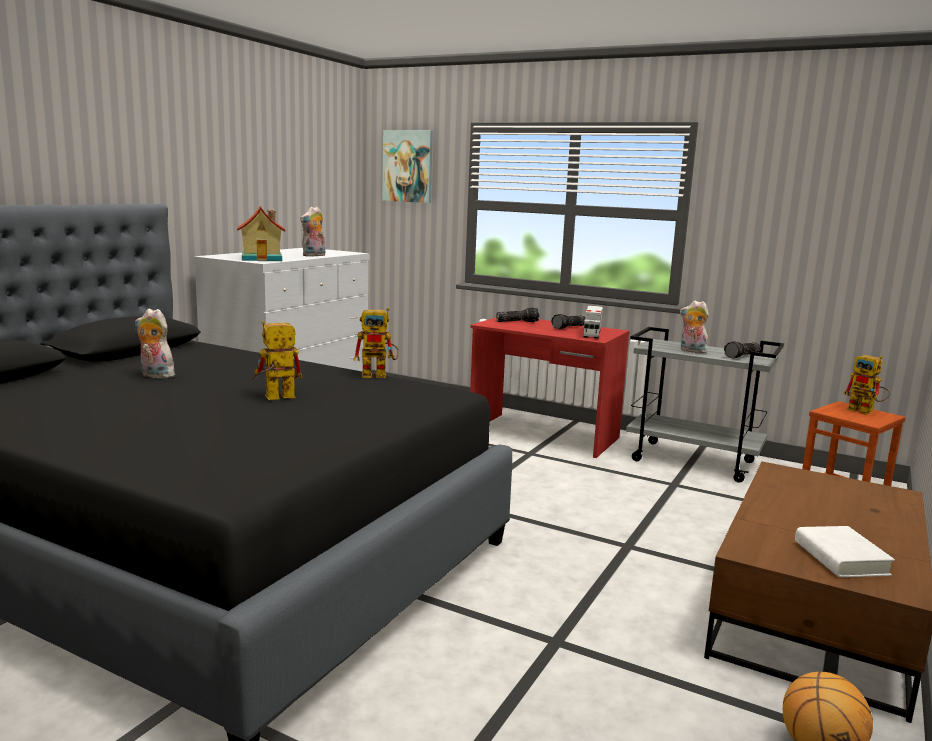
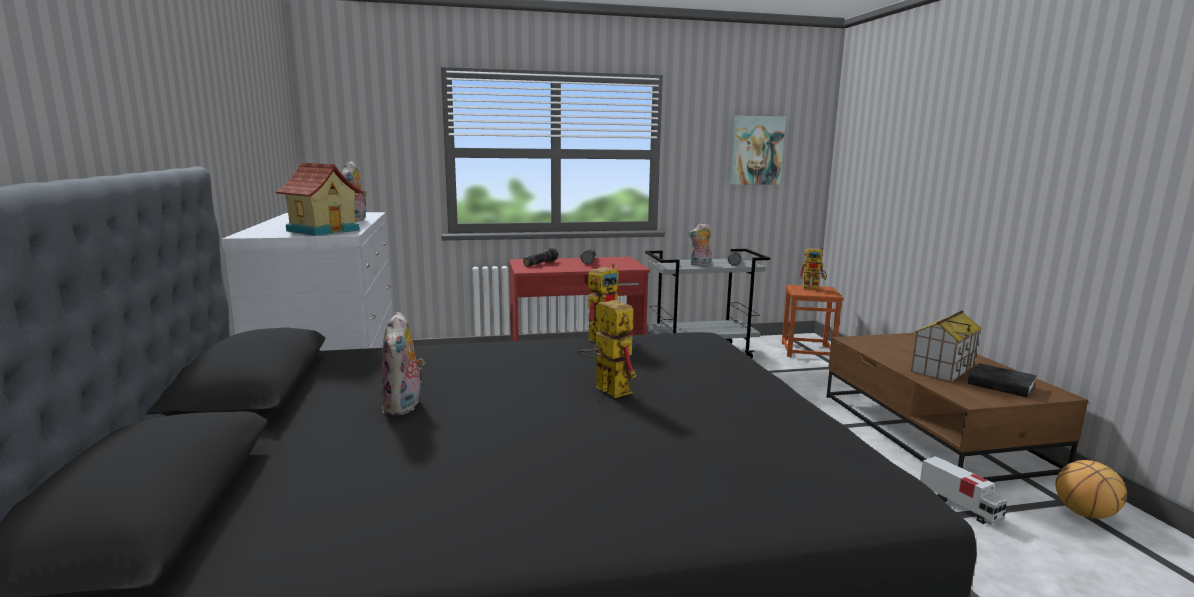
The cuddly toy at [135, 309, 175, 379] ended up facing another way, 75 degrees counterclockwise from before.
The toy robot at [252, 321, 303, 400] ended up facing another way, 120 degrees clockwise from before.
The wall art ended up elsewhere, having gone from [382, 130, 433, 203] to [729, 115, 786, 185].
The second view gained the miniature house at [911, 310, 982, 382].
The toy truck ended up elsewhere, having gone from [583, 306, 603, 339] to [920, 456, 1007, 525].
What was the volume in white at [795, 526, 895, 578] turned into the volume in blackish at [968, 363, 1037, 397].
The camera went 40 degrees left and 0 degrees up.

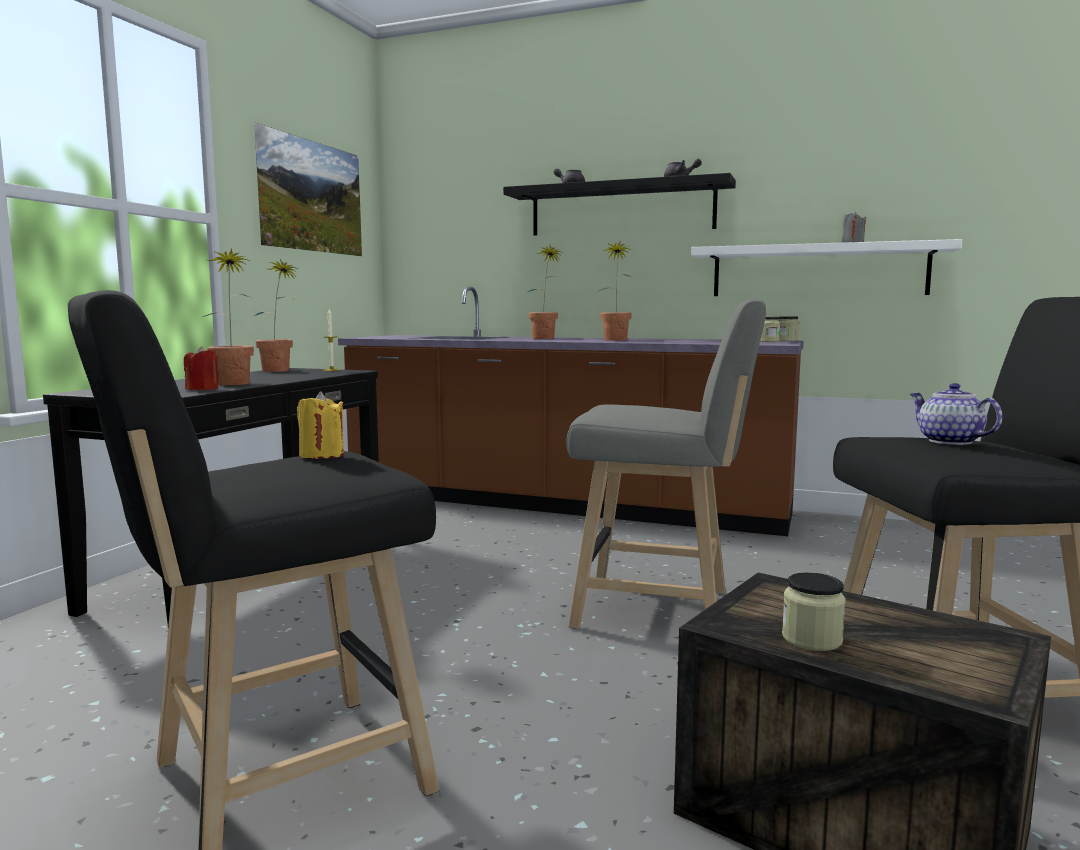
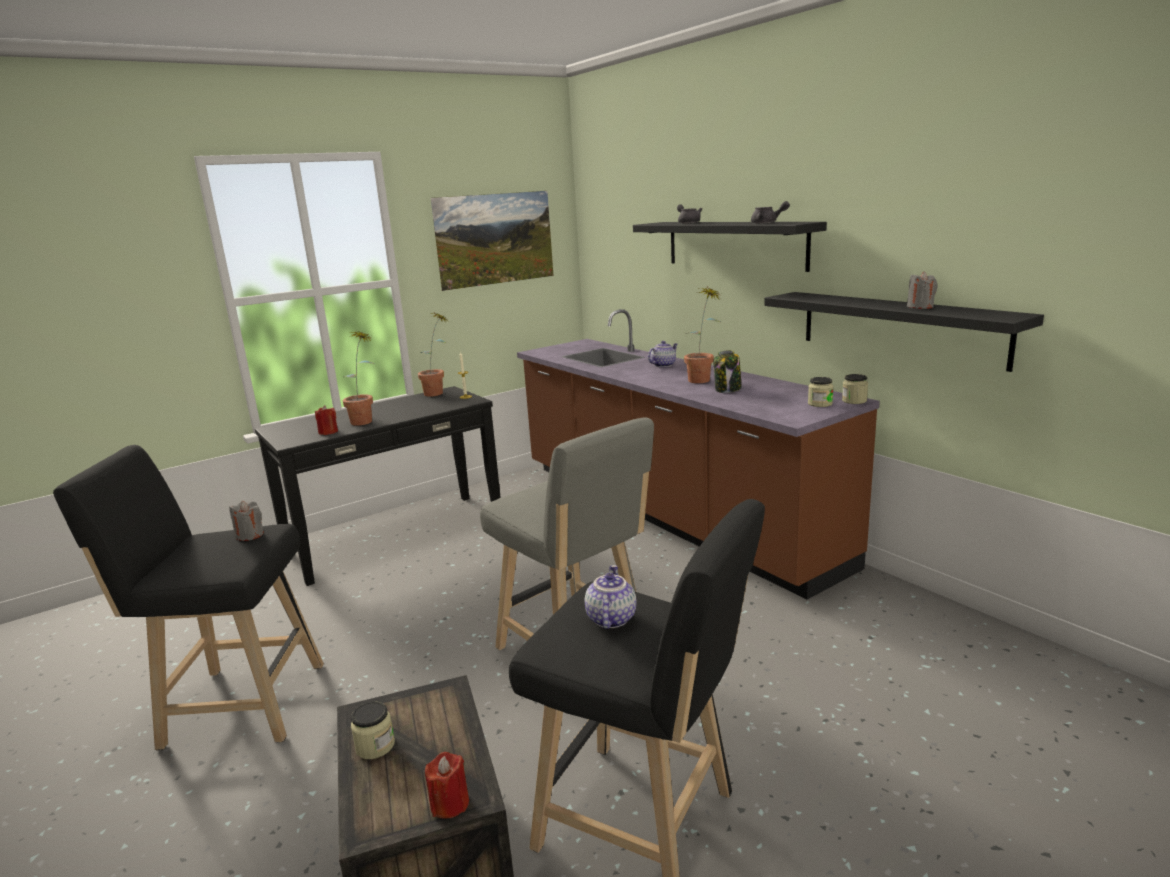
What was the candle in yellow at [297, 391, 344, 459] turned into the candle in gray at [229, 501, 264, 541].
The second view gained the candle in reddish at [425, 752, 469, 819].
Where the houseplant stood at [528, 246, 561, 339], the teapot came to stand at [648, 341, 677, 367].
The second view gained the storage jar at [713, 350, 741, 393].
What was the wall shelf in white at [691, 239, 962, 296] turned into the wall shelf in blackish at [764, 292, 1044, 372].
The camera went 35 degrees right and 10 degrees up.

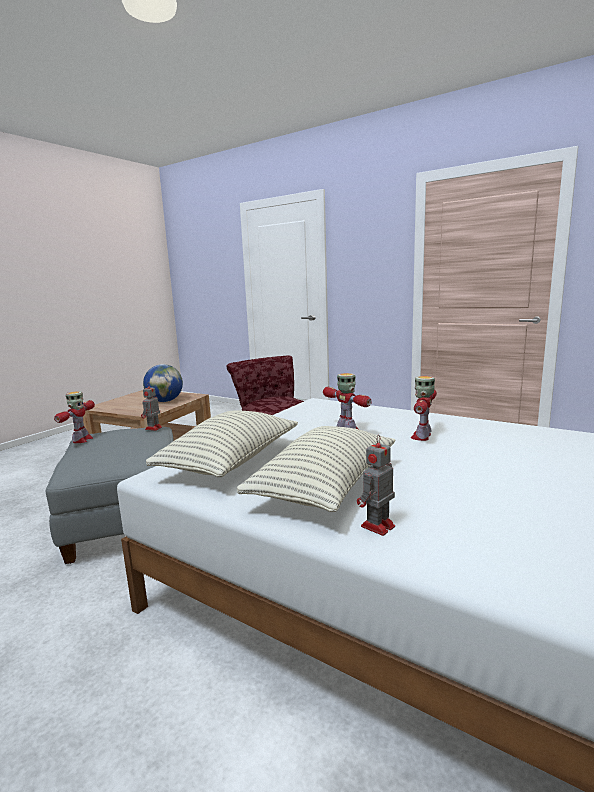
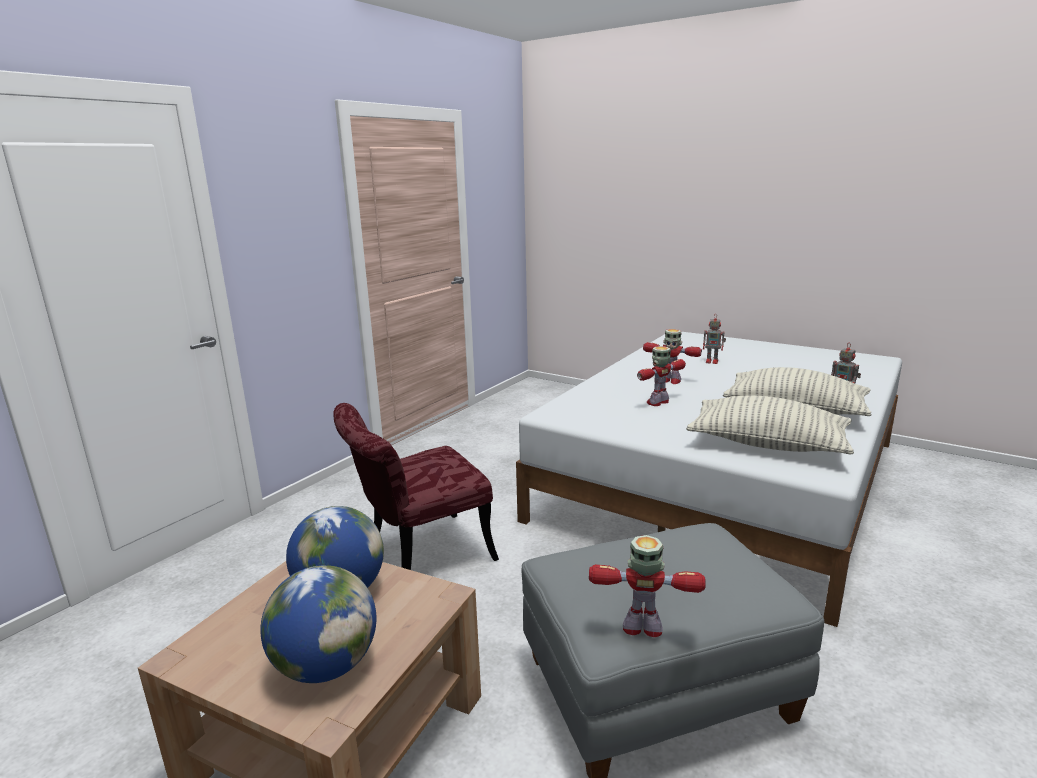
The second view gained the globe at [260, 565, 376, 683].
The toy robot ended up elsewhere, having gone from [141, 383, 162, 431] to [703, 314, 726, 364].
The camera went 90 degrees left and 5 degrees up.

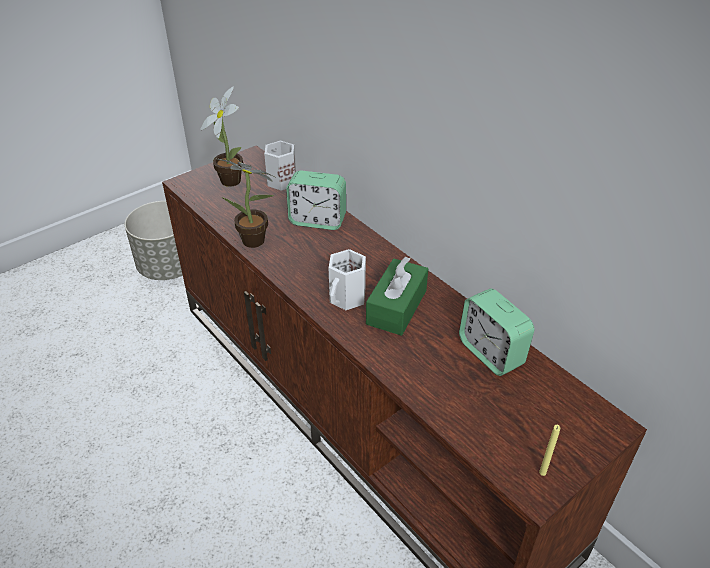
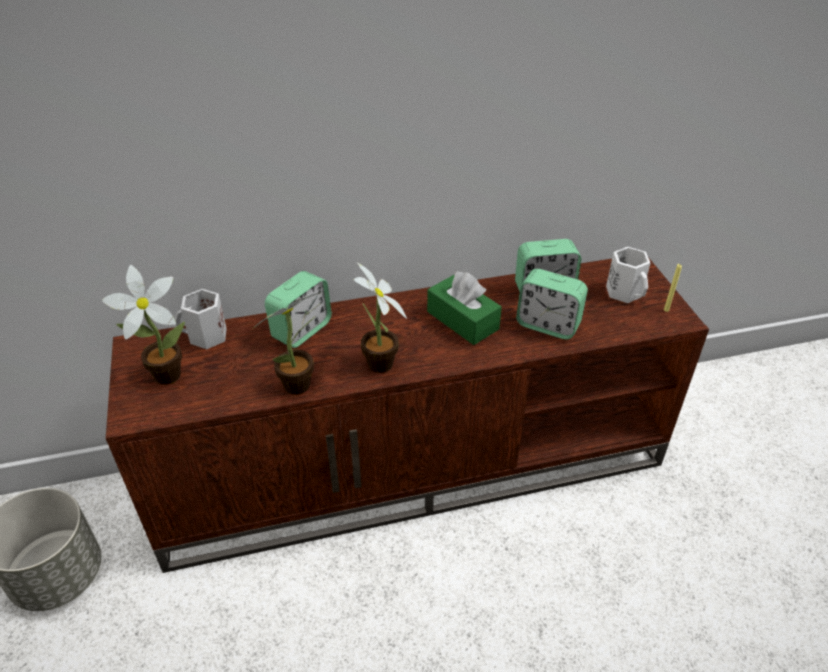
The second view gained the houseplant at [354, 262, 407, 373].
The second view gained the table clock at [516, 269, 588, 340].
The coffee mug in white ended up elsewhere, having gone from [329, 249, 366, 310] to [606, 247, 650, 303].
The camera went 65 degrees left and 0 degrees up.

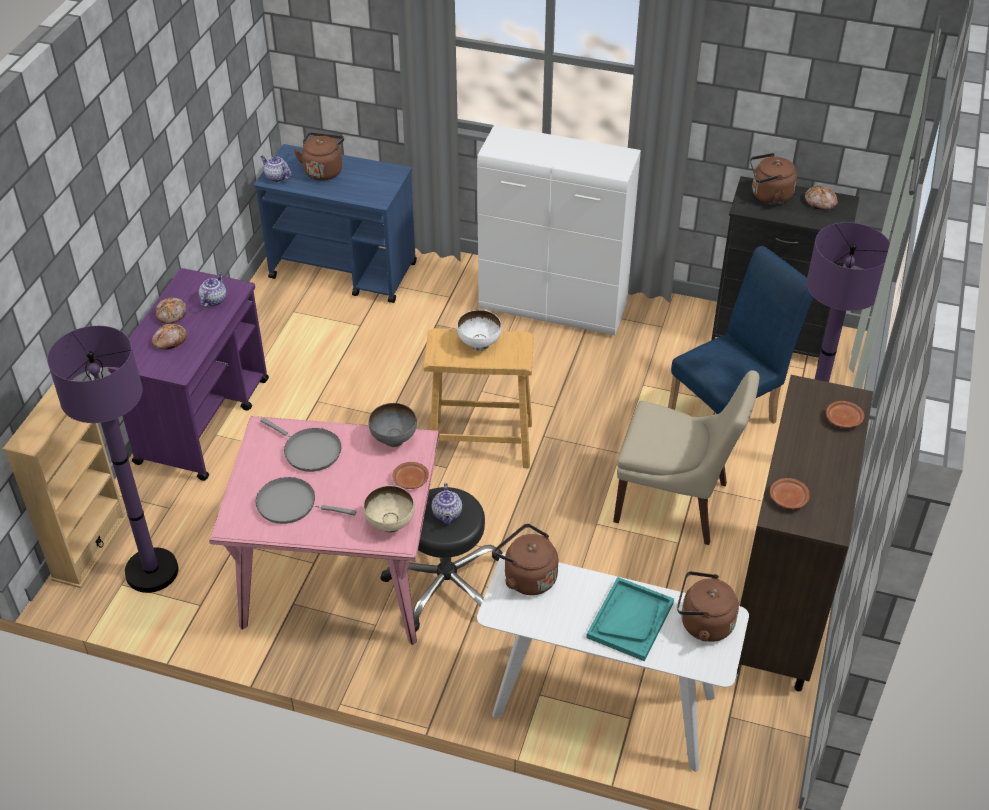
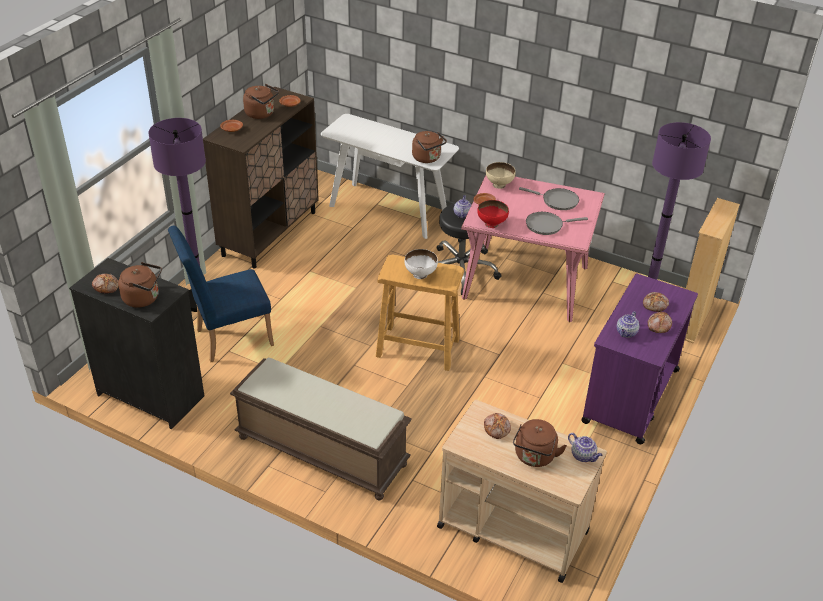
Where the cabinet in white stood at [477, 125, 641, 335], the bench in brownish came to stand at [230, 358, 412, 500].
The tea kettle in brownish ended up elsewhere, having gone from [677, 571, 739, 642] to [243, 84, 279, 119].
What was the wheeled cart in blue at [254, 144, 417, 303] turned into the wheeled cart in sand-coloured at [437, 400, 607, 583].
What was the bowl in gray at [369, 403, 417, 447] turned into the bowl in reddish at [477, 200, 509, 228].
The second view gained the baked bread at [484, 413, 511, 439].
The frying pan in gray at [260, 417, 341, 472] ended up facing another way, 60 degrees counterclockwise from before.
The second view lost the carrying tray in turquoise at [586, 577, 674, 661].
The second view lost the plain chair in sand-coloured at [613, 370, 759, 545].
The camera went 170 degrees left and 5 degrees down.

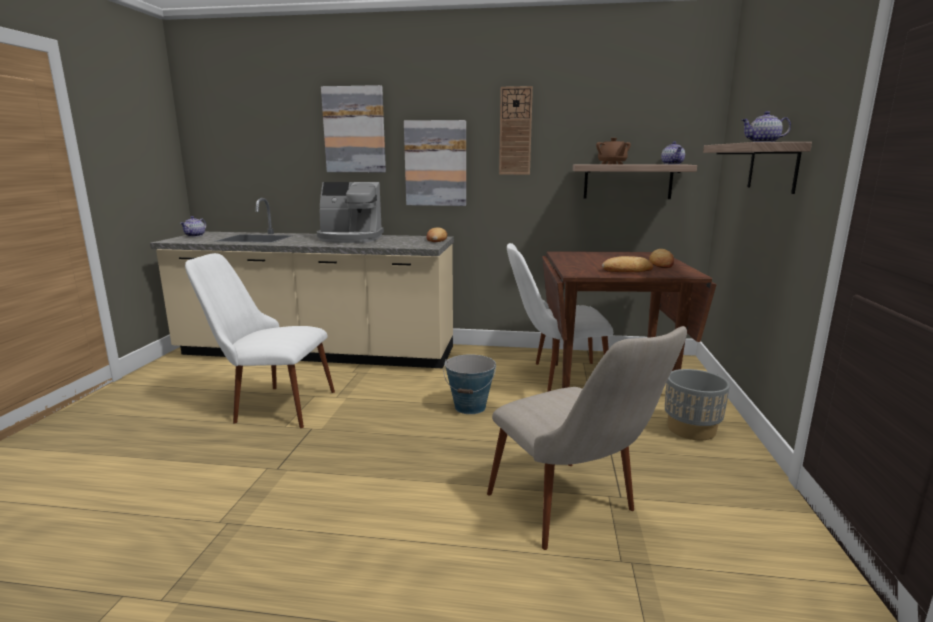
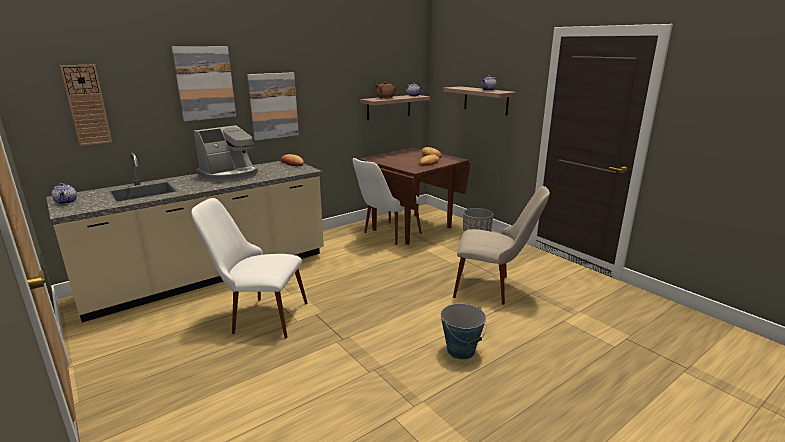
The clock on the wall ended up elsewhere, having gone from [499, 86, 533, 175] to [60, 64, 112, 146].
The plain chair in white at [185, 253, 335, 428] ended up facing another way, 45 degrees clockwise from before.
The water bucket ended up elsewhere, having gone from [444, 354, 496, 414] to [441, 304, 487, 360].
The camera went 45 degrees left and 5 degrees up.

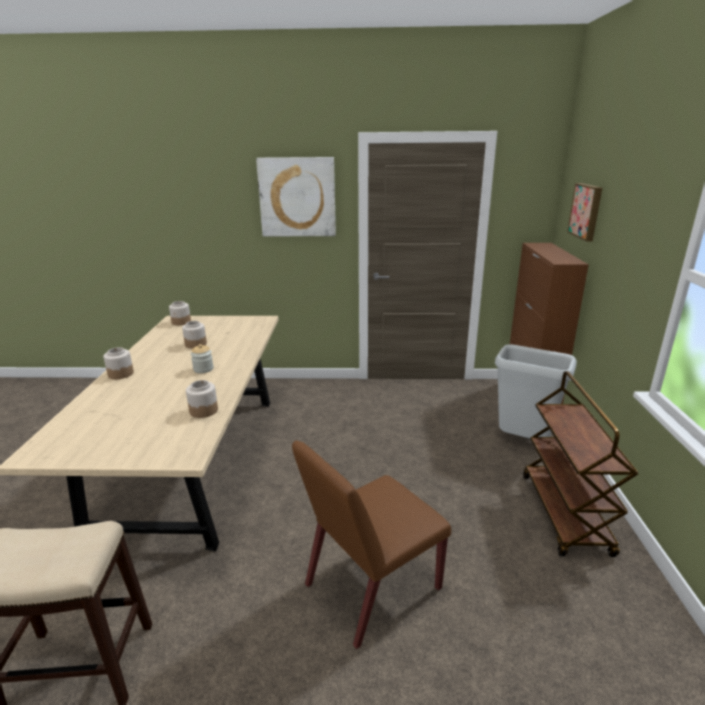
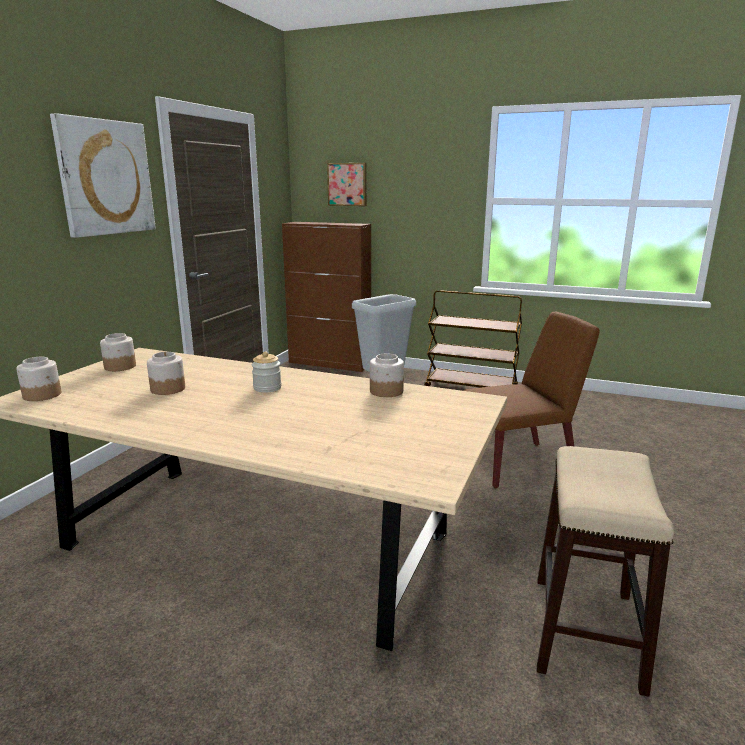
The storage jar ended up elsewhere, having gone from [103, 347, 134, 379] to [100, 333, 136, 371].
The plain chair in brownish at [292, 441, 451, 649] ended up facing another way, 90 degrees counterclockwise from before.
The camera went 70 degrees left and 5 degrees down.

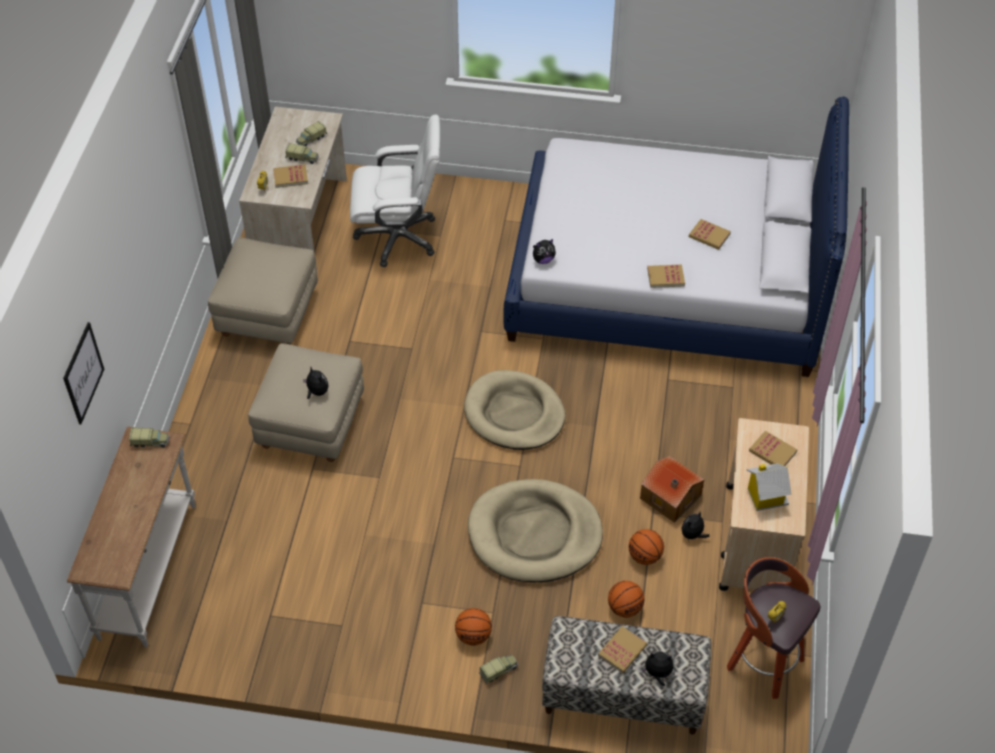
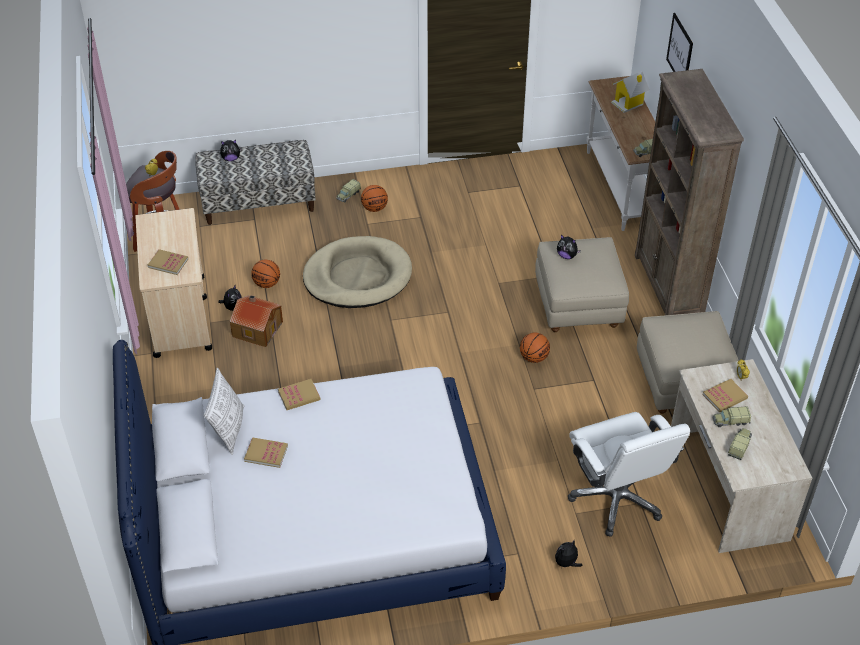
The second view gained the throw pillow at [204, 368, 244, 455].
The basketball ended up elsewhere, having gone from [608, 581, 644, 618] to [520, 333, 550, 363].
The cuddly toy ended up elsewhere, having gone from [533, 239, 556, 264] to [555, 540, 583, 567].
The computer chair in white at [350, 114, 440, 267] ended up facing another way, 90 degrees counterclockwise from before.
The miniature house ended up elsewhere, having gone from [747, 463, 792, 511] to [611, 71, 649, 113].
The second view gained the shelving unit in brownish at [635, 69, 744, 315].
The second view lost the pet bed in sand-coloured at [464, 370, 565, 450].
The second view lost the volume at [598, 626, 647, 673].
The camera went 160 degrees right and 5 degrees down.

